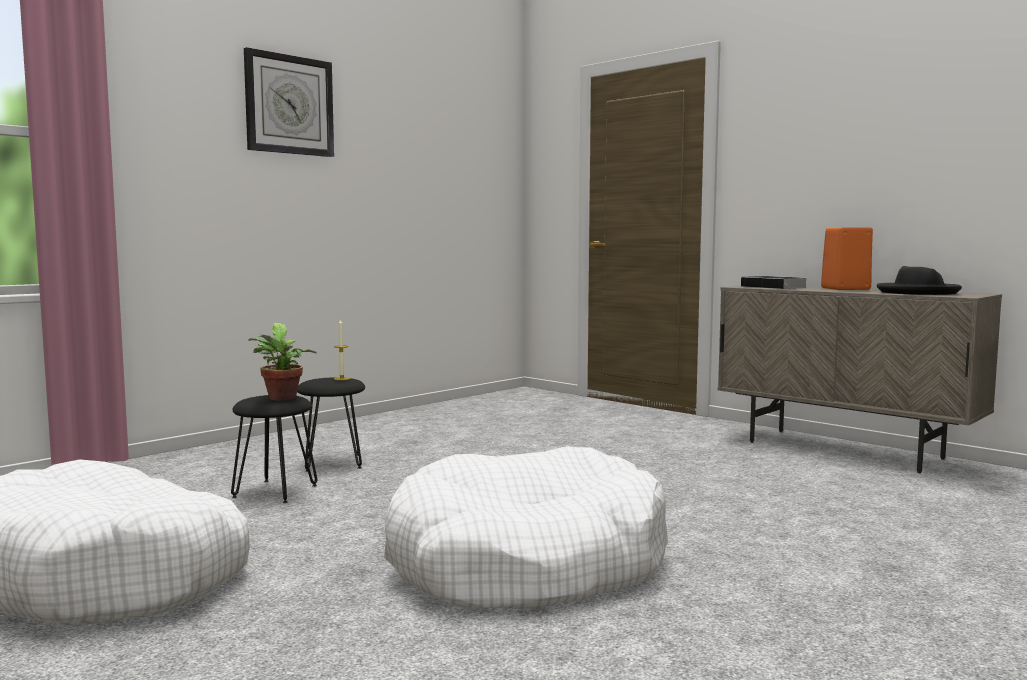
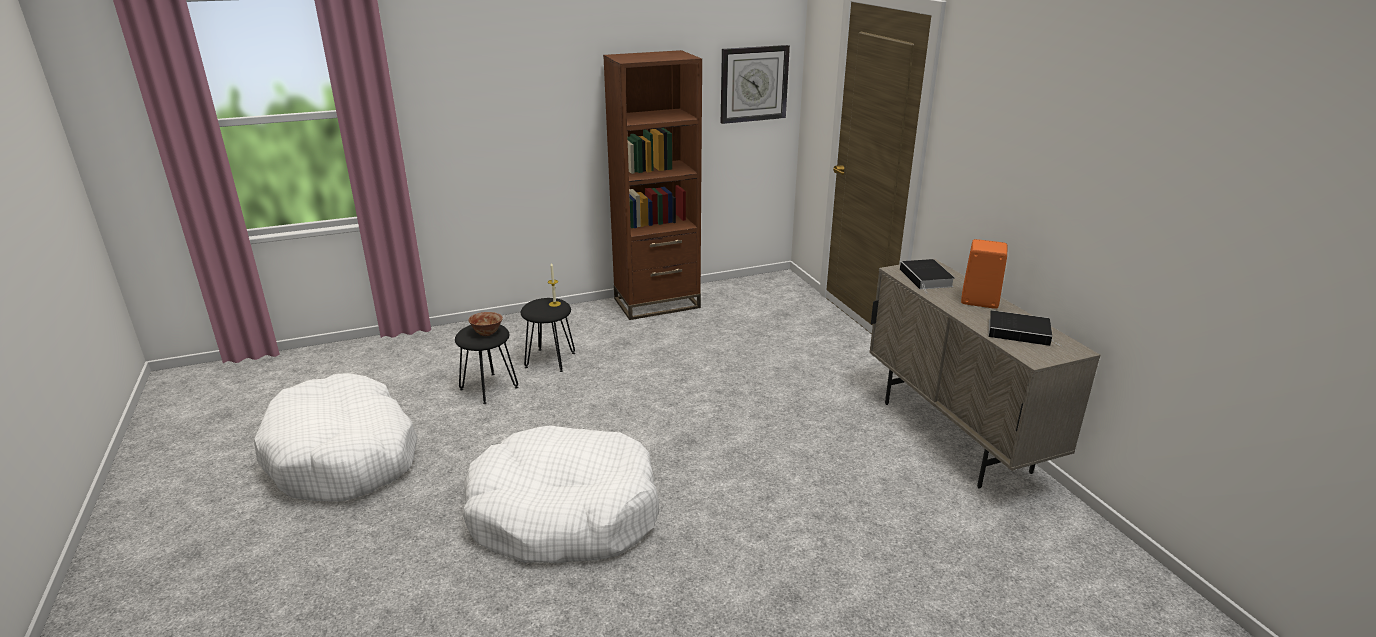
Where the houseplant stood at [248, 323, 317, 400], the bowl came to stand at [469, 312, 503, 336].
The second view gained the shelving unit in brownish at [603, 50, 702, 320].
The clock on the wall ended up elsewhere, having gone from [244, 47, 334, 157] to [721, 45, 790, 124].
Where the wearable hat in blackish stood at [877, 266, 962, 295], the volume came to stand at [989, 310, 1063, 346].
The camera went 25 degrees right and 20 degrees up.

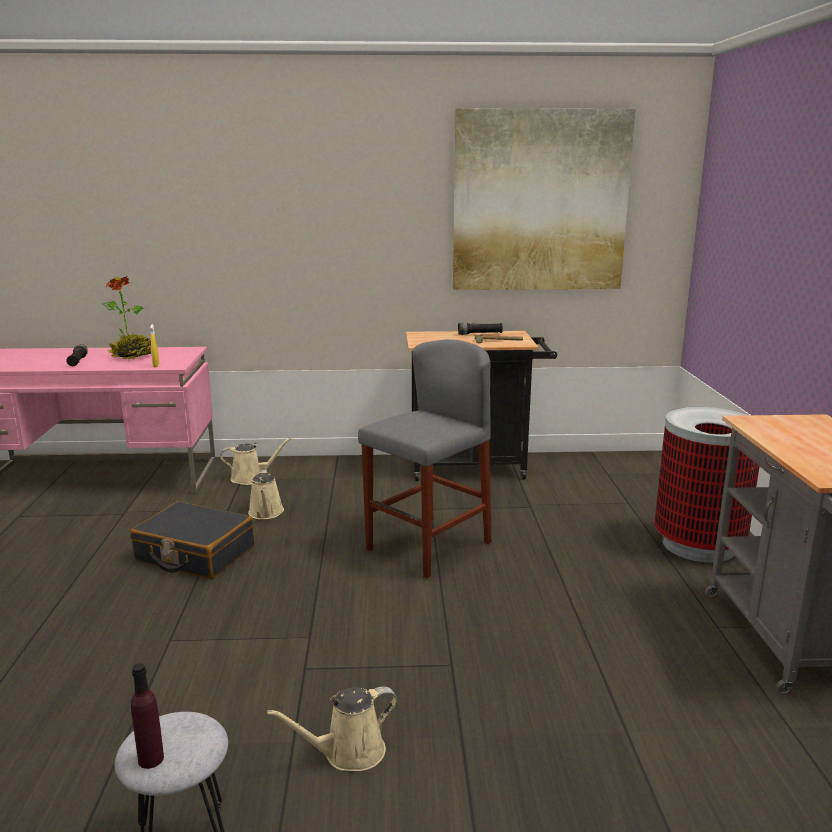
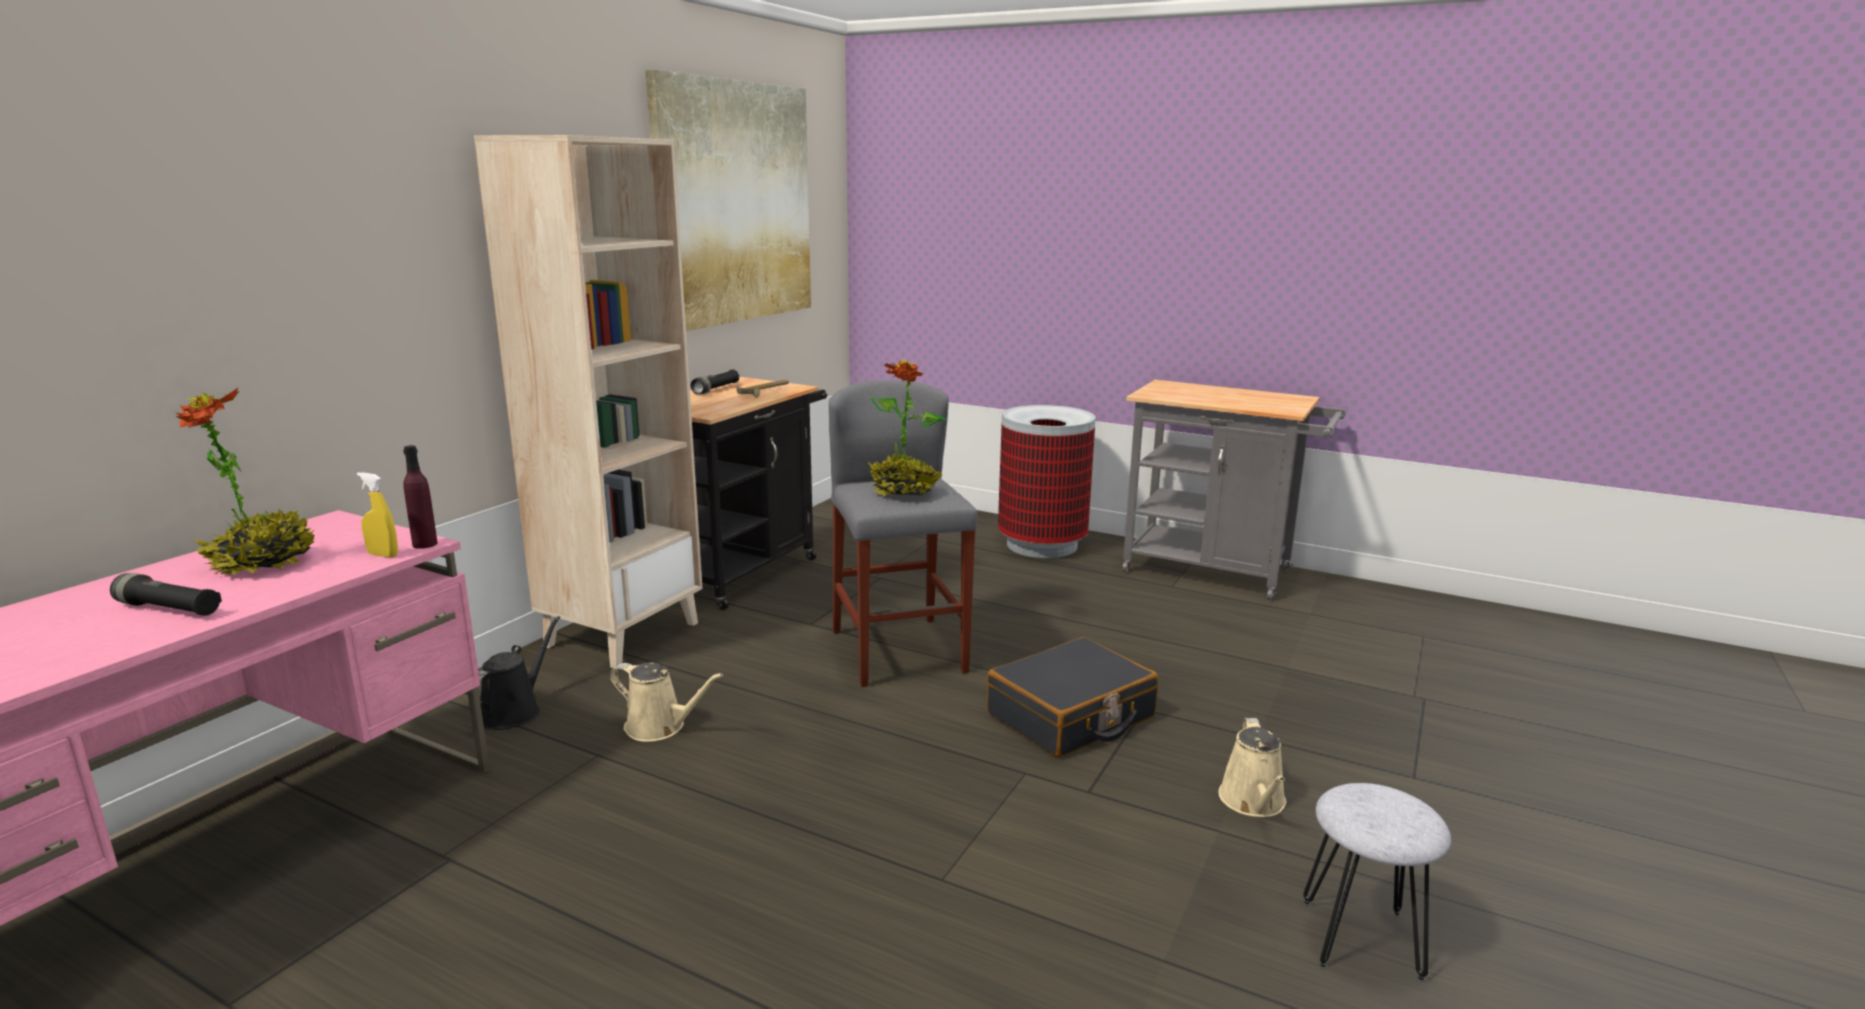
The bottle in purplish ended up elsewhere, having gone from [131, 663, 164, 769] to [403, 445, 438, 549].
The second view gained the shelving unit in sand-coloured at [474, 135, 703, 668].
What was the sprinkling can in sand-coloured at [220, 438, 291, 485] turned into the sprinkling can in blackish at [478, 616, 560, 730].
The second view gained the houseplant at [868, 359, 946, 496].
The travel case in blackish ended up elsewhere, having gone from [130, 501, 254, 579] to [987, 637, 1158, 757].
The camera went 60 degrees left and 0 degrees up.

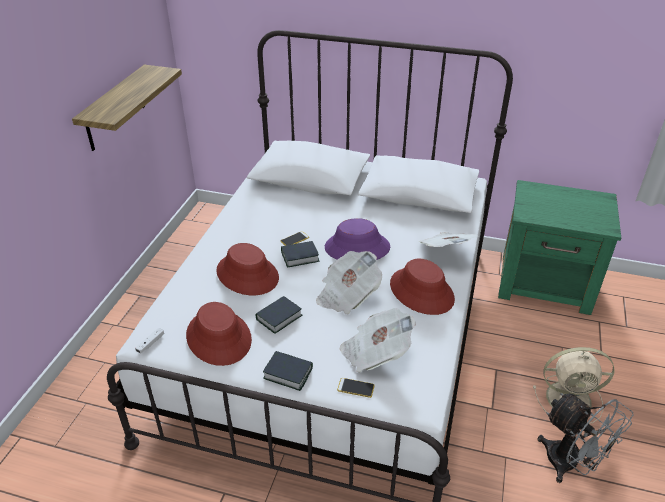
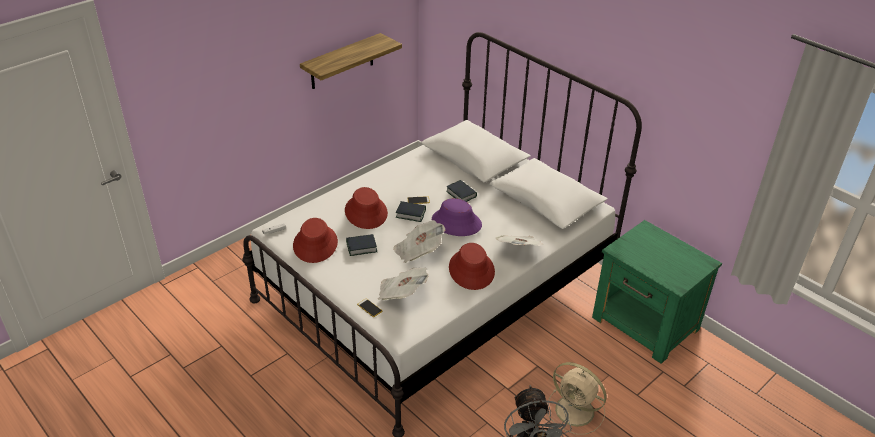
The volume ended up elsewhere, having gone from [263, 351, 313, 391] to [446, 180, 477, 202].
The camera went 30 degrees right and 0 degrees up.

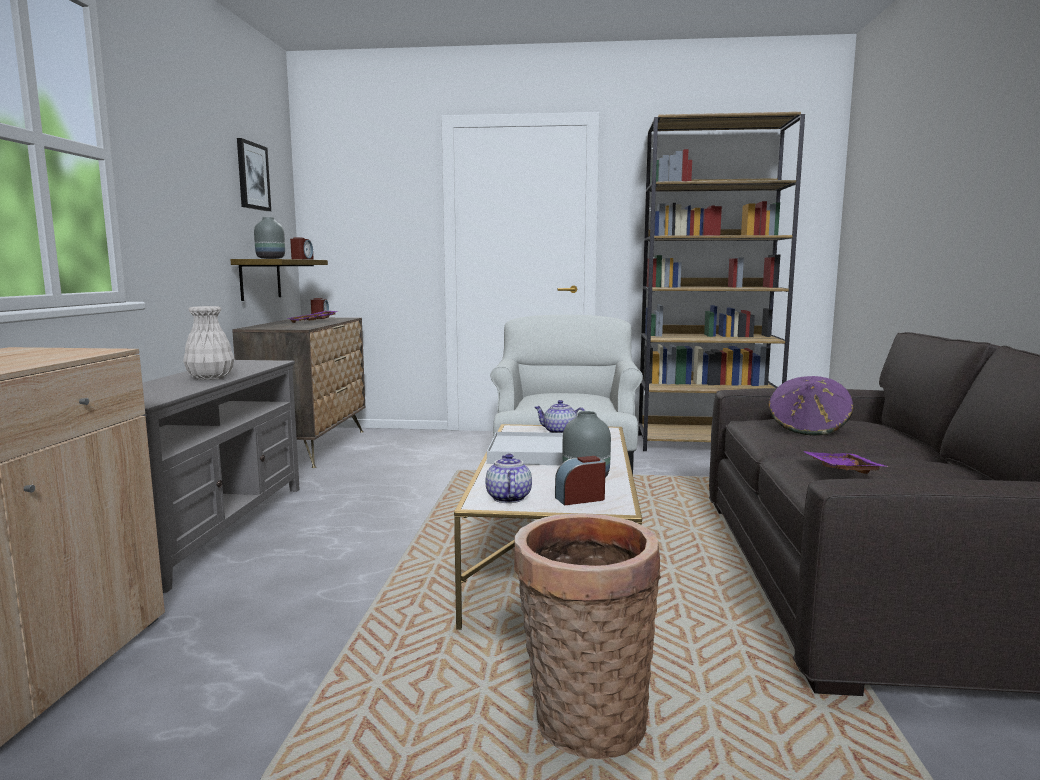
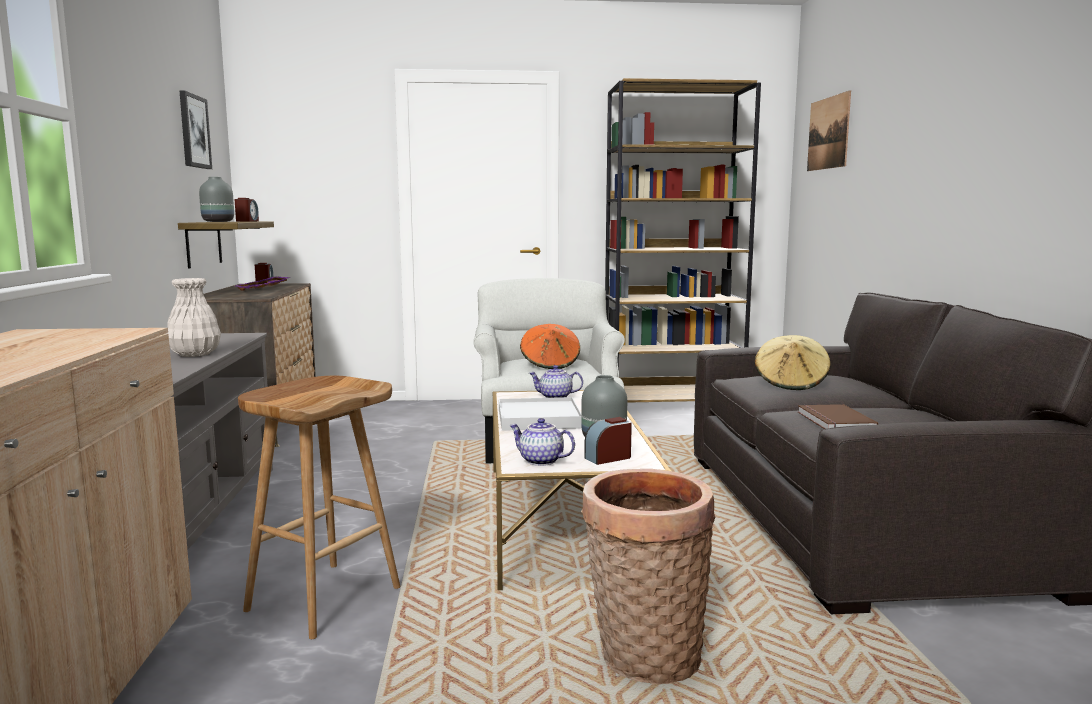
The second view gained the stool in brownish at [238, 376, 400, 639].
The teapot at [485, 454, 532, 503] ended up facing another way, 45 degrees counterclockwise from before.
The second view gained the wearable hat in orangey at [520, 324, 580, 369].
What was the wearable hat in purplish at [768, 376, 853, 436] turned into the wearable hat in sand-coloured at [754, 335, 831, 390].
Where the carrying tray in purplish stood at [803, 451, 889, 474], the volume in brownish came to stand at [798, 404, 878, 429].
The second view gained the wall art at [807, 90, 851, 171].
The camera went 10 degrees left and 0 degrees up.

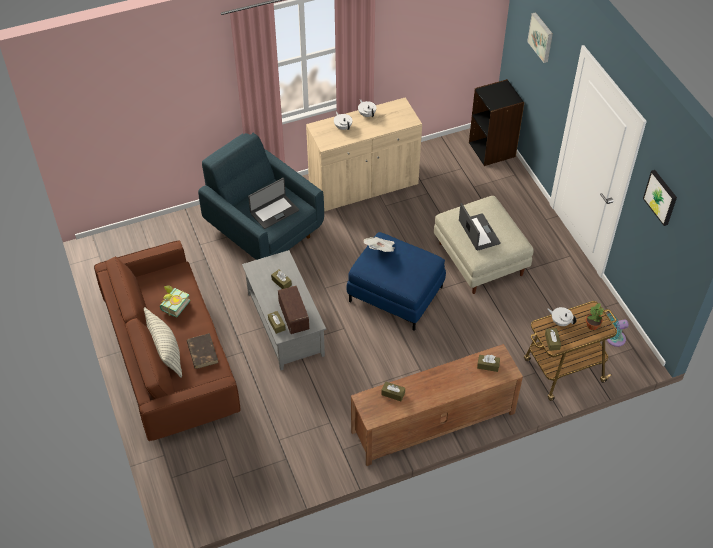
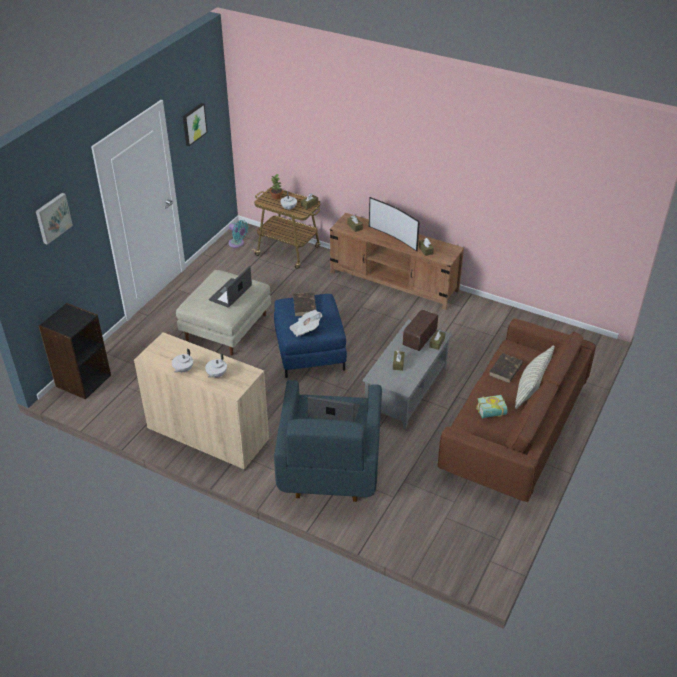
The second view gained the volume in brownish at [293, 292, 316, 316].
The second view gained the TV set at [369, 197, 420, 251].
The camera went 130 degrees left and 10 degrees down.

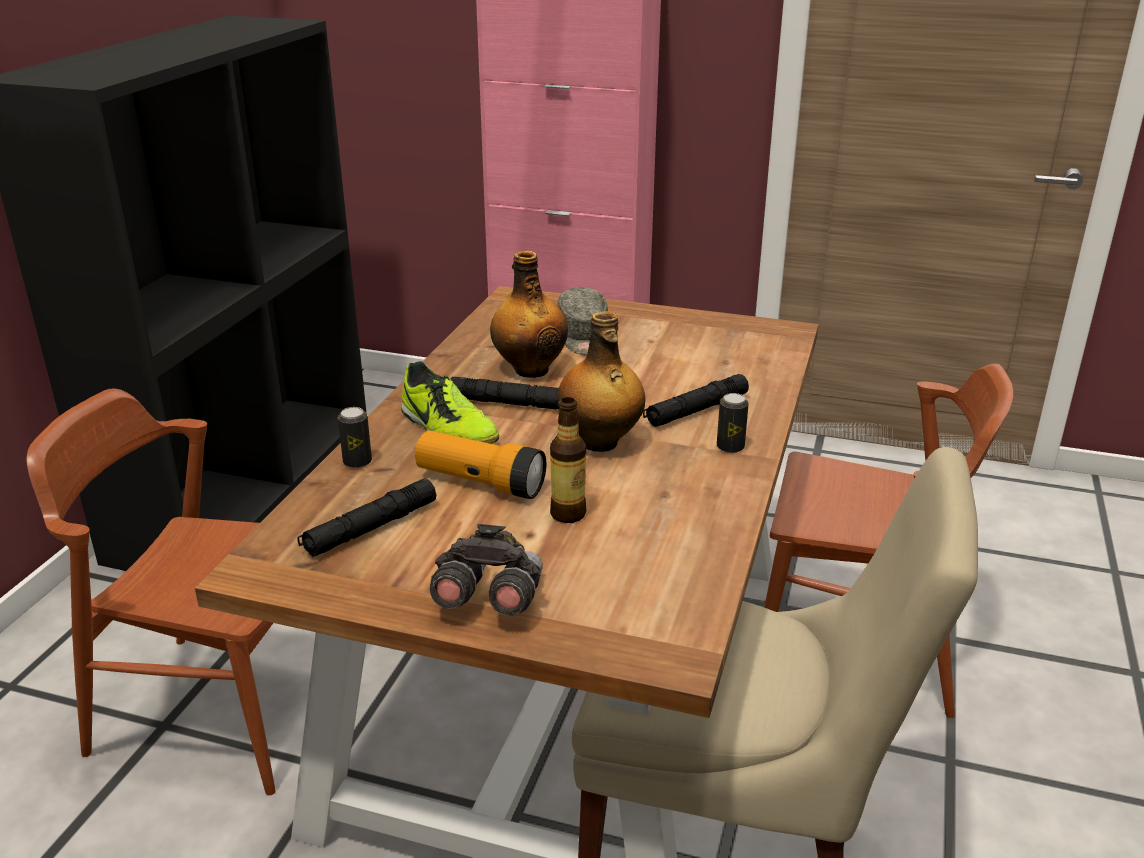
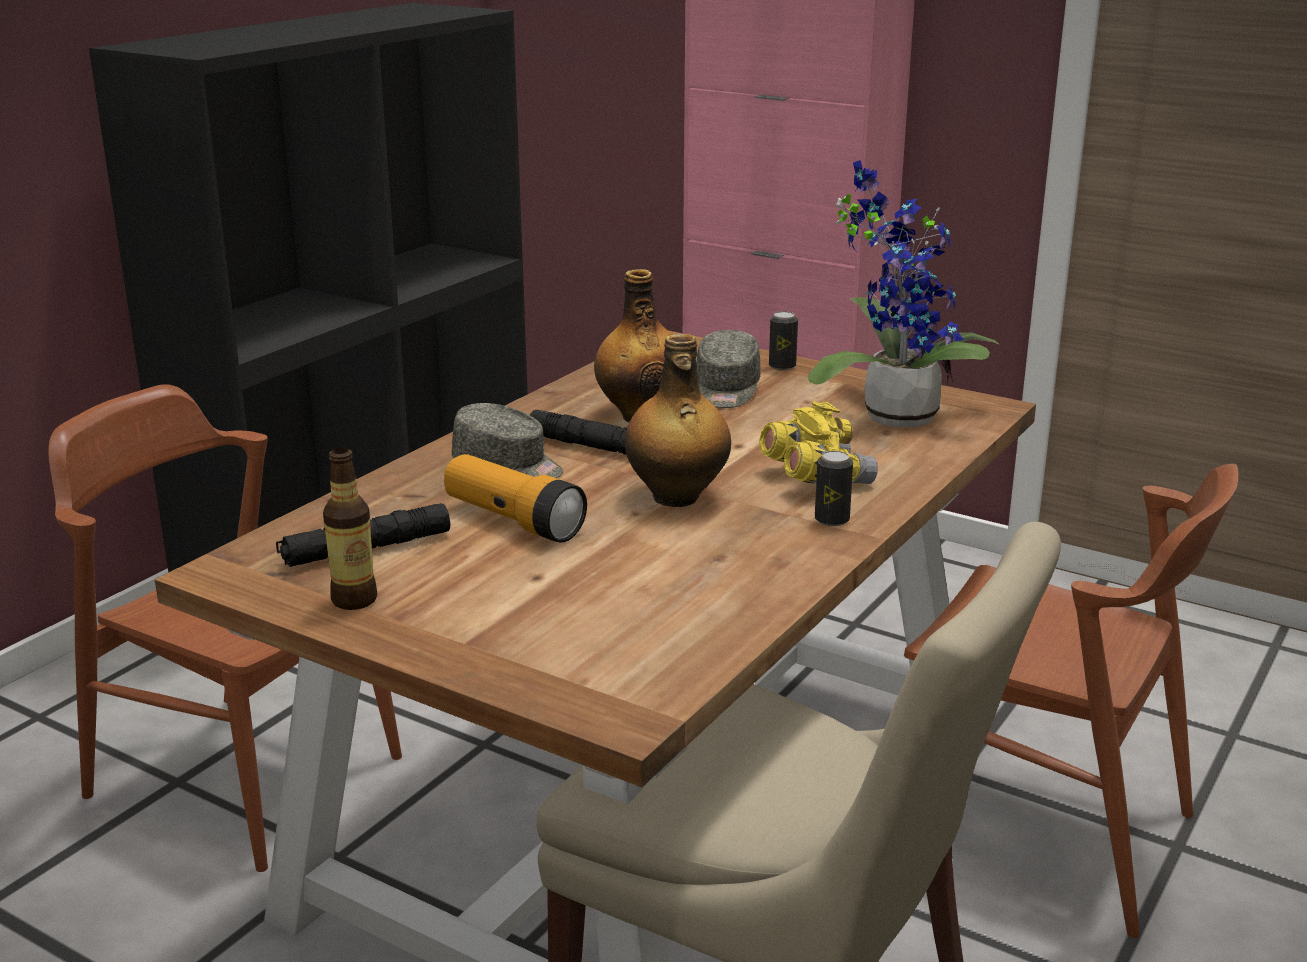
The bottle ended up elsewhere, having gone from [550, 397, 586, 523] to [323, 447, 377, 610].
Where the shoe stood at [401, 361, 499, 444], the cap in gray came to stand at [452, 403, 563, 478].
Where the hand torch in blackish stood at [643, 374, 749, 427], the binoculars in yellow came to stand at [759, 401, 878, 484].
The can ended up elsewhere, having gone from [338, 407, 372, 468] to [769, 311, 798, 370].
The second view gained the houseplant at [808, 160, 1000, 427].
The second view lost the binoculars in gray at [430, 524, 542, 616].
The camera went 15 degrees right and 5 degrees down.

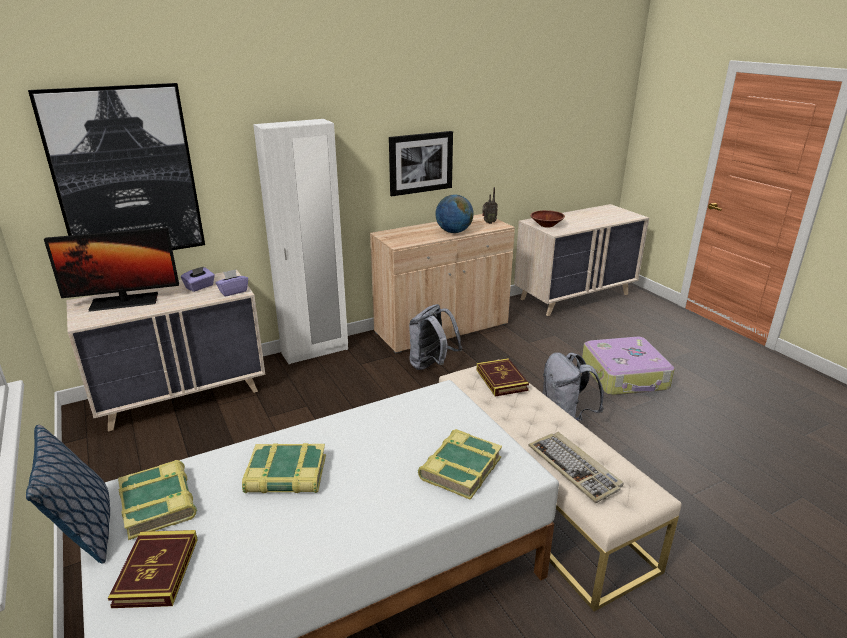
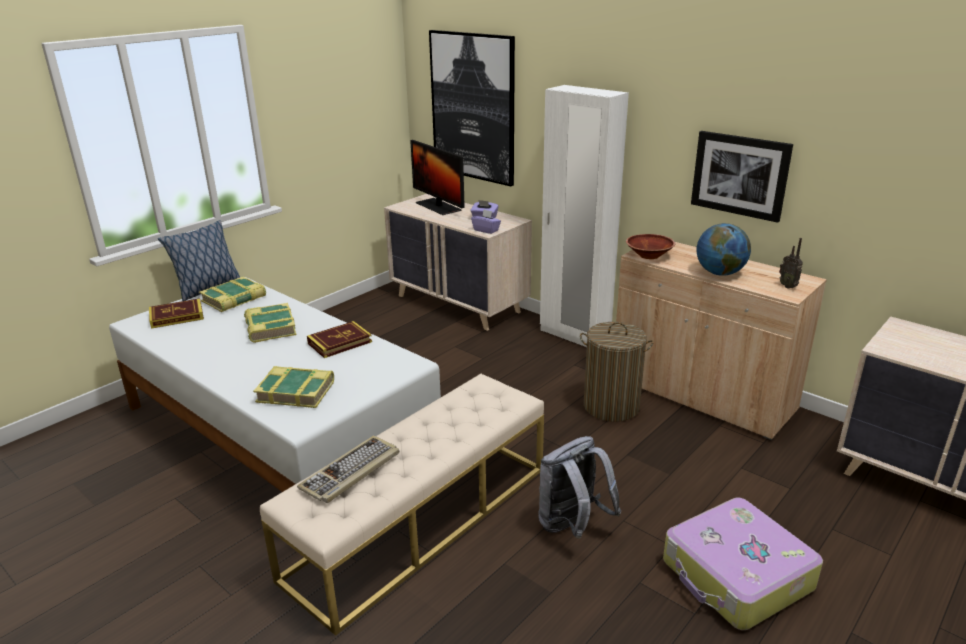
The volume ended up elsewhere, having gone from [477, 358, 529, 396] to [307, 321, 372, 358].
Where the knapsack in gray stood at [409, 304, 462, 370], the washing basket came to stand at [580, 322, 654, 422].
The bowl in brownish ended up elsewhere, having gone from [530, 210, 565, 227] to [626, 234, 675, 259].
The camera went 70 degrees right and 0 degrees up.

